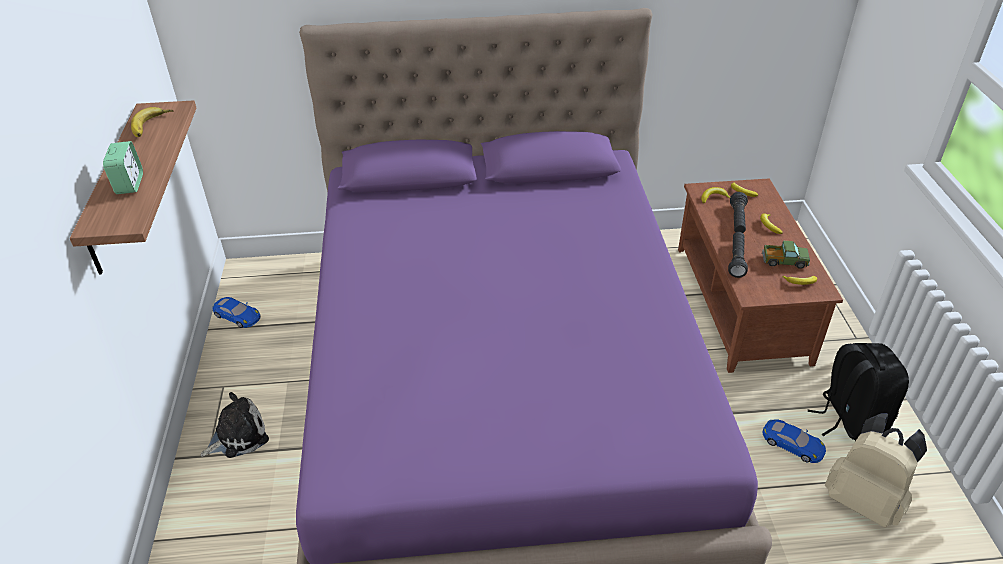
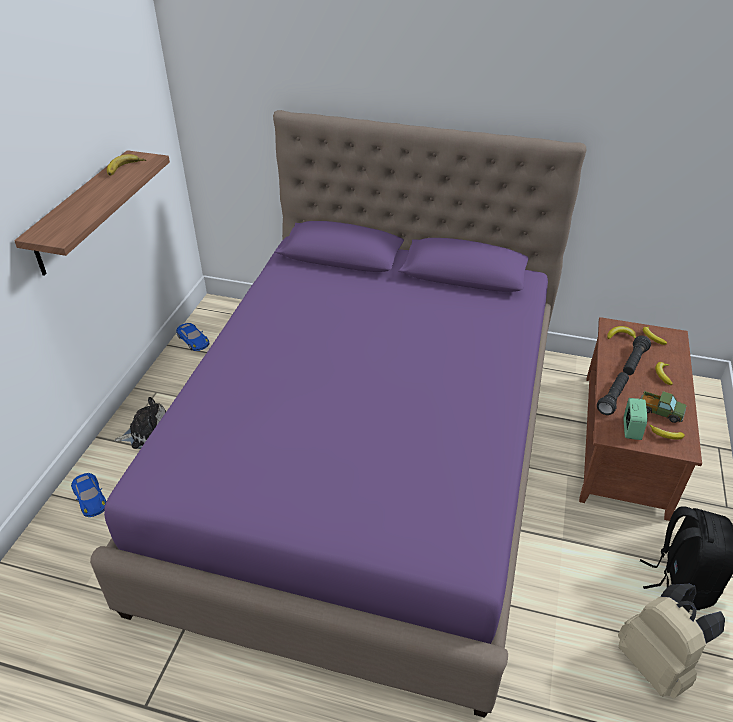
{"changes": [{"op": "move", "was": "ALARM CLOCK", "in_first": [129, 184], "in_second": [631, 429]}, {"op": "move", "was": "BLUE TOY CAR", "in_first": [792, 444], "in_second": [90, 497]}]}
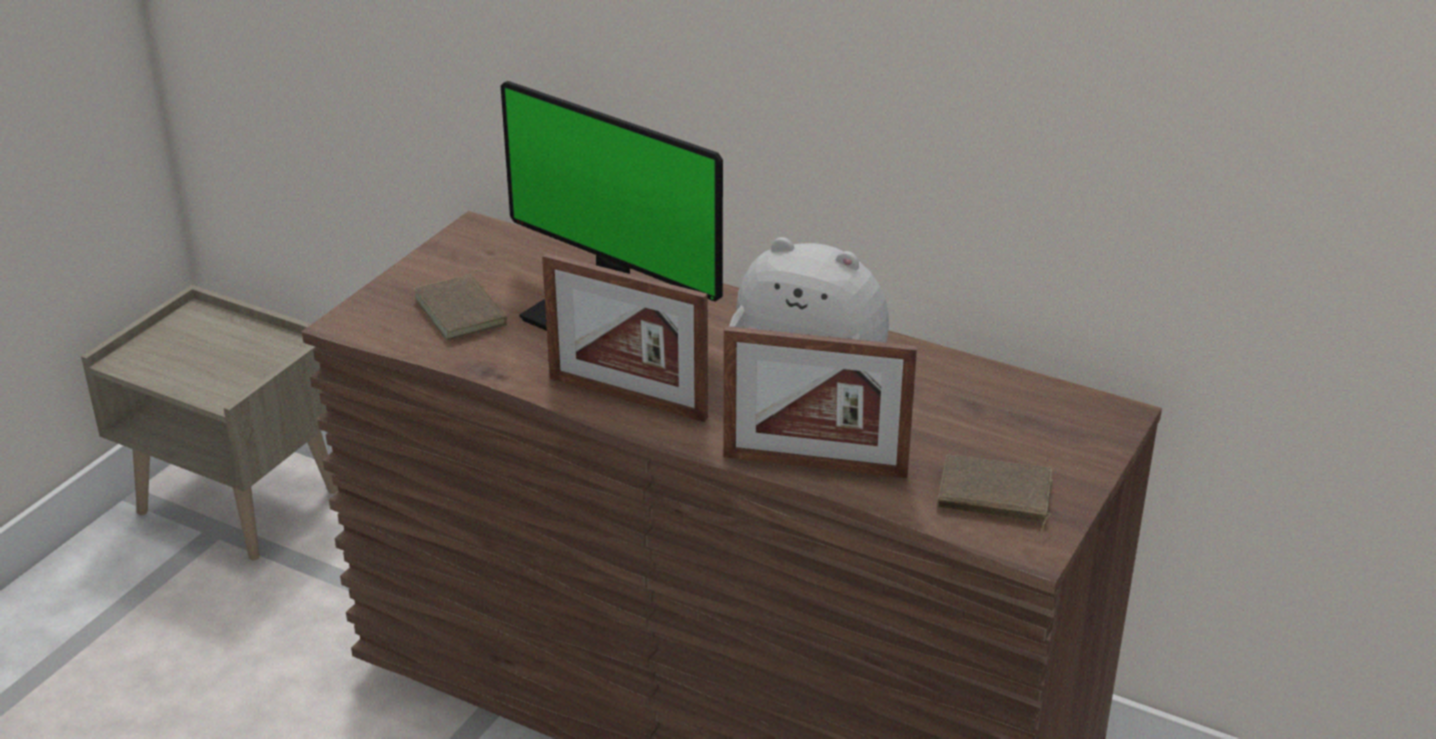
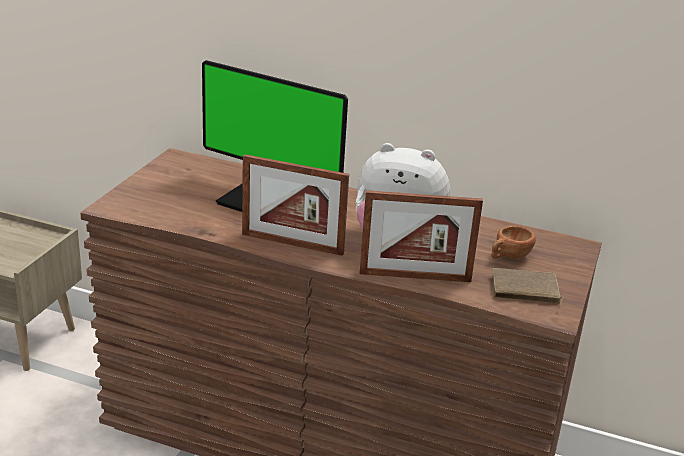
{"changes": [{"op": "delete", "was": "BROWNISH BOUND BOOK", "in_first": [464, 312]}, {"op": "insert", "now": "BROWNISH SMALL CUP", "in_second": [509, 257]}]}
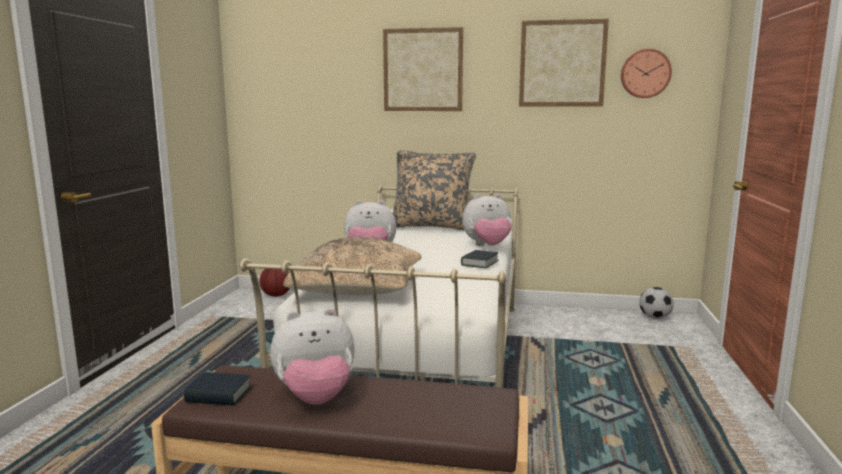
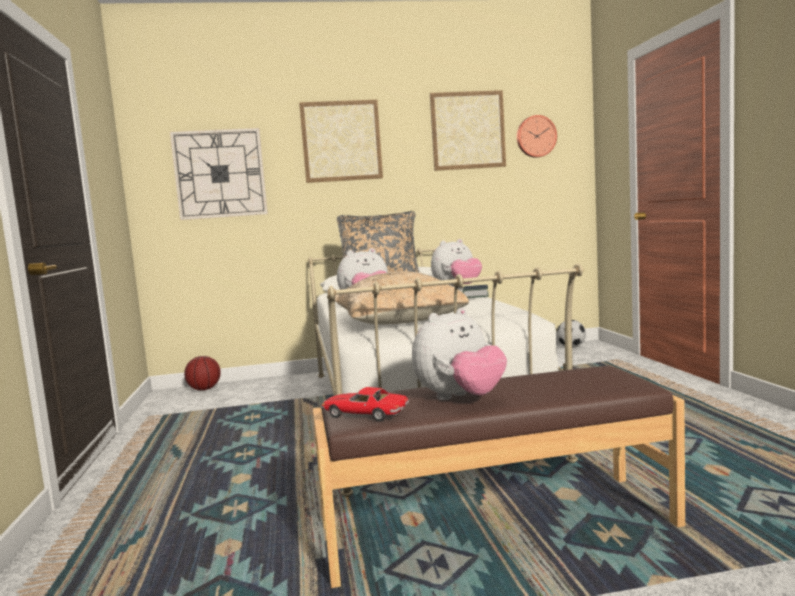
{"changes": [{"op": "replace", "was": "BOUND BOOK", "now": "TOY CAR", "in_first": [218, 395], "in_second": [364, 414]}, {"op": "insert", "now": "HANGING CLOCK", "in_second": [220, 174]}]}
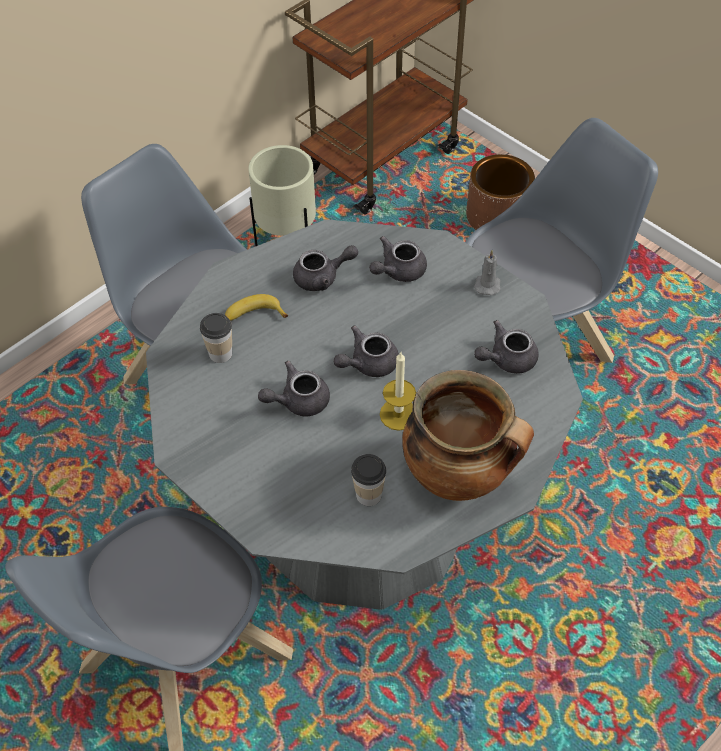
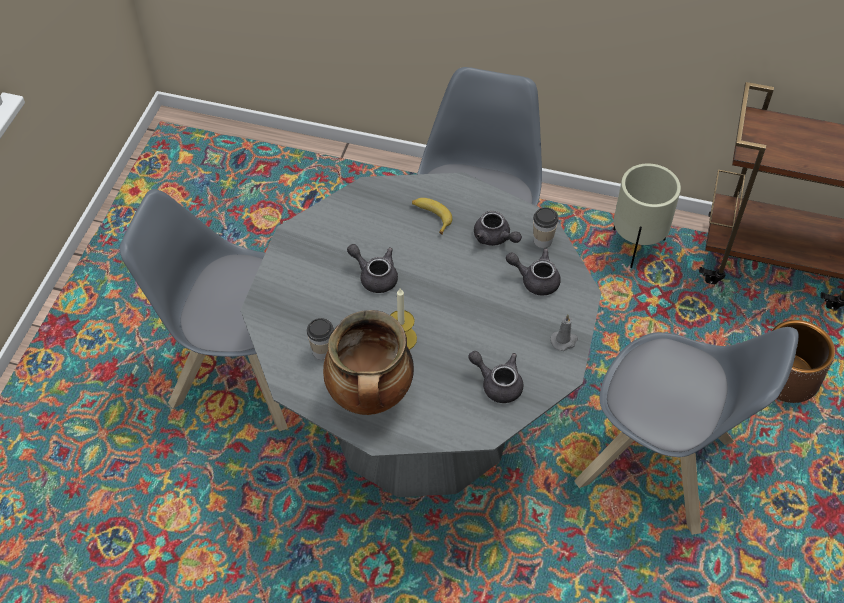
{"changes": [{"op": "move", "was": "SMALL CUP", "in_first": [220, 353], "in_second": [542, 240]}, {"op": "delete", "was": "GREYISH POT FOR TEA", "in_first": [368, 364]}]}
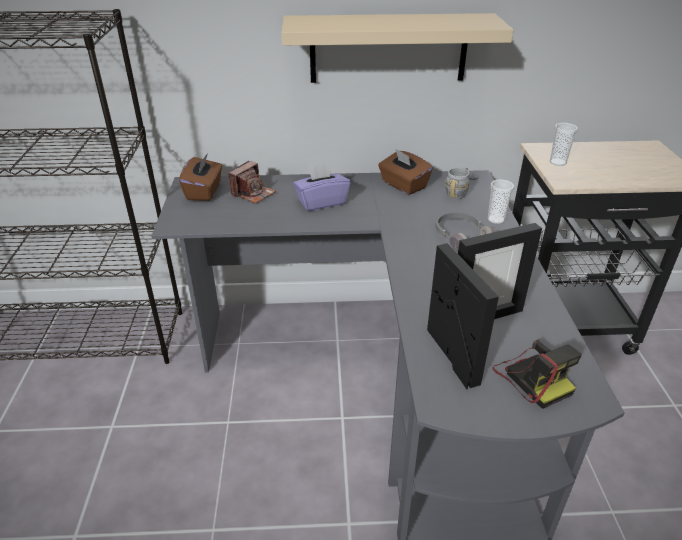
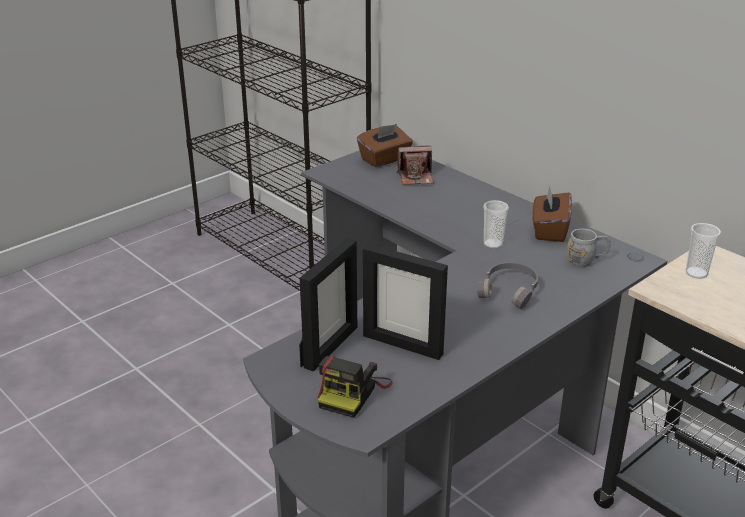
{"changes": [{"op": "delete", "was": "BEIGE-COLOURED SHELF", "in_first": [388, 48]}, {"op": "delete", "was": "PURPLISH BOX OF TISSUES", "in_first": [321, 202]}, {"op": "move", "was": "SMALL CUP", "in_first": [496, 219], "in_second": [493, 244]}]}
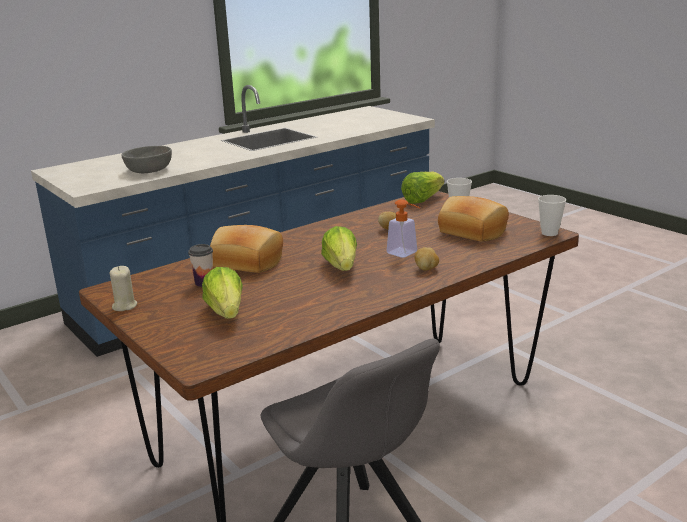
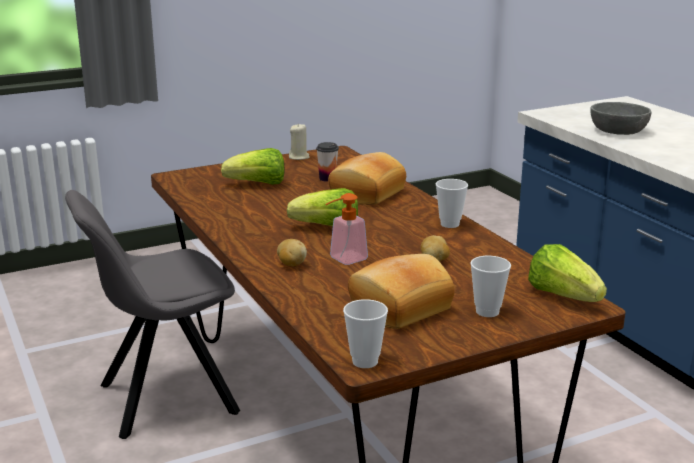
{"changes": [{"op": "insert", "now": "SMALL CUP", "in_second": [450, 224]}]}
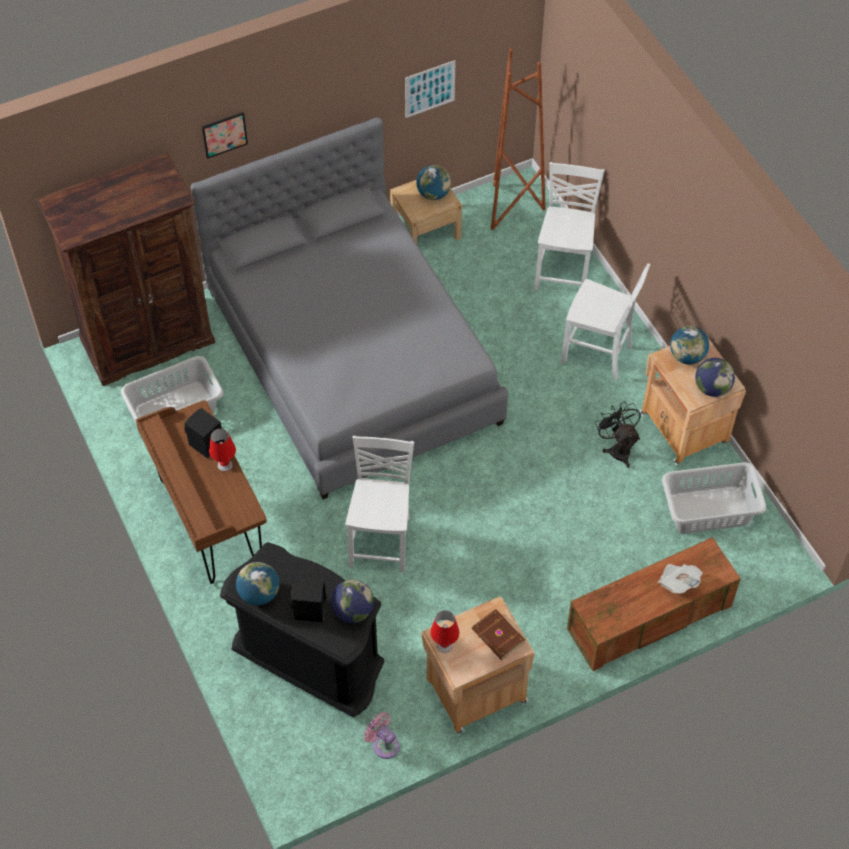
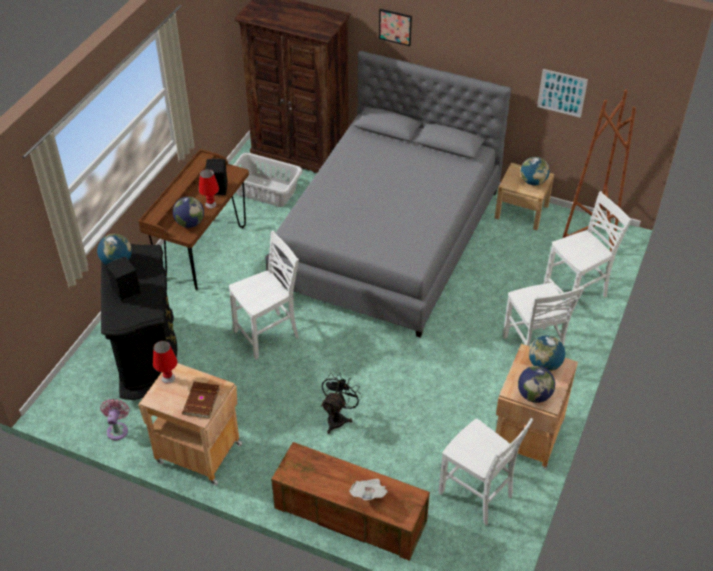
{"changes": [{"op": "move", "was": "BLACKISH ELECTRIC FAN", "in_first": [618, 448], "in_second": [338, 417]}, {"op": "replace", "was": "GREYISH HAMPER", "now": "WHITISH CHAIR", "in_first": [709, 510], "in_second": [477, 495]}, {"op": "move", "was": "GLOBE", "in_first": [353, 611], "in_second": [190, 223]}]}
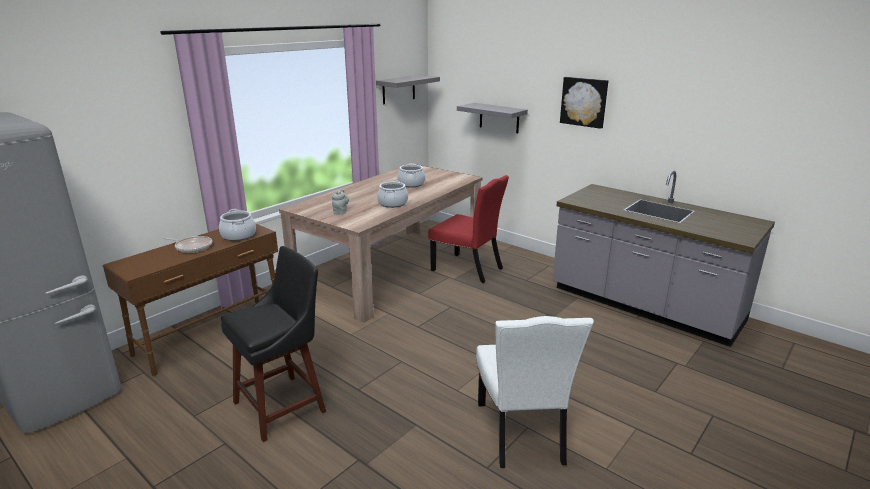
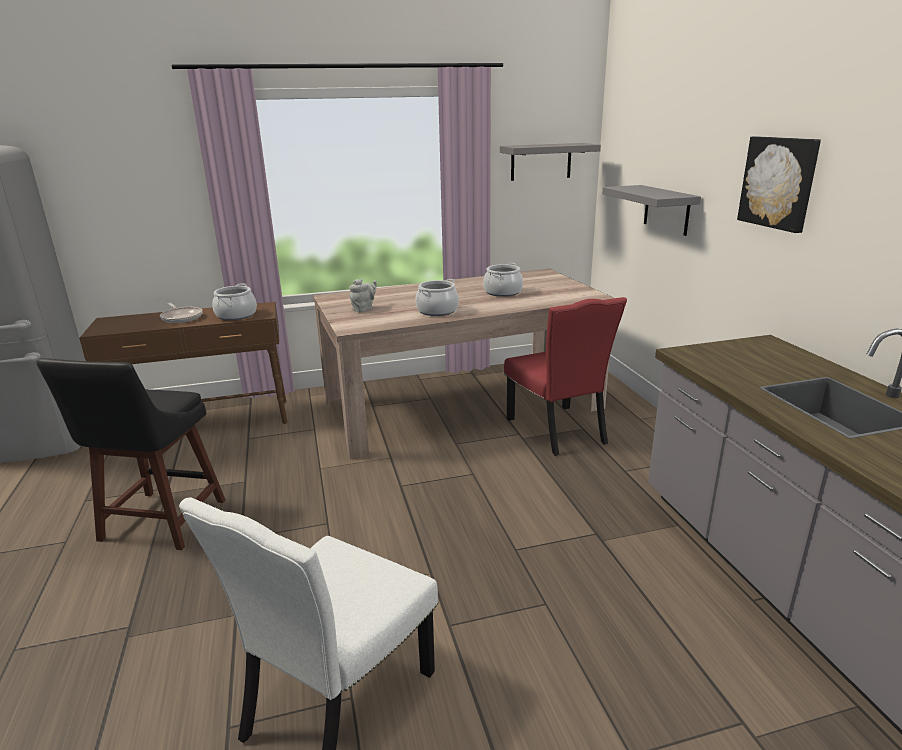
{"changes": [{"op": "rotate", "was": "BLACKISH CHAIR", "in_first": [284, 404], "in_second": [159, 523], "clockwise": 105}]}
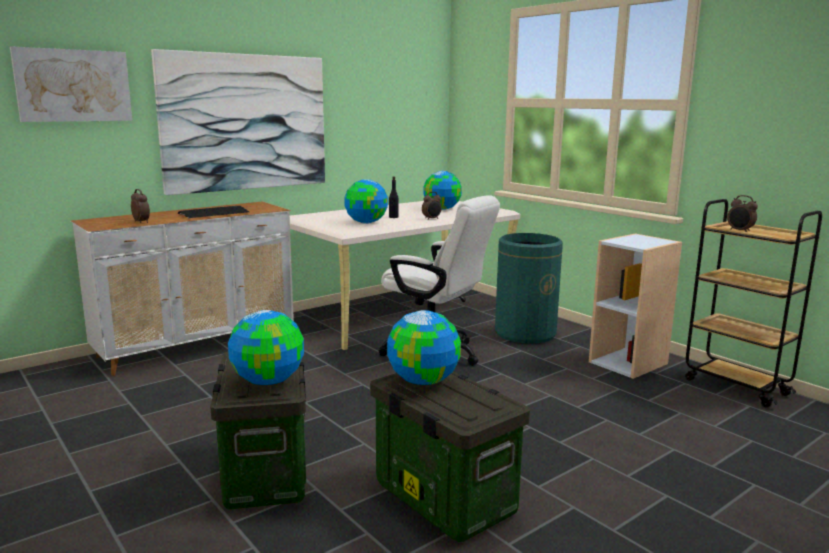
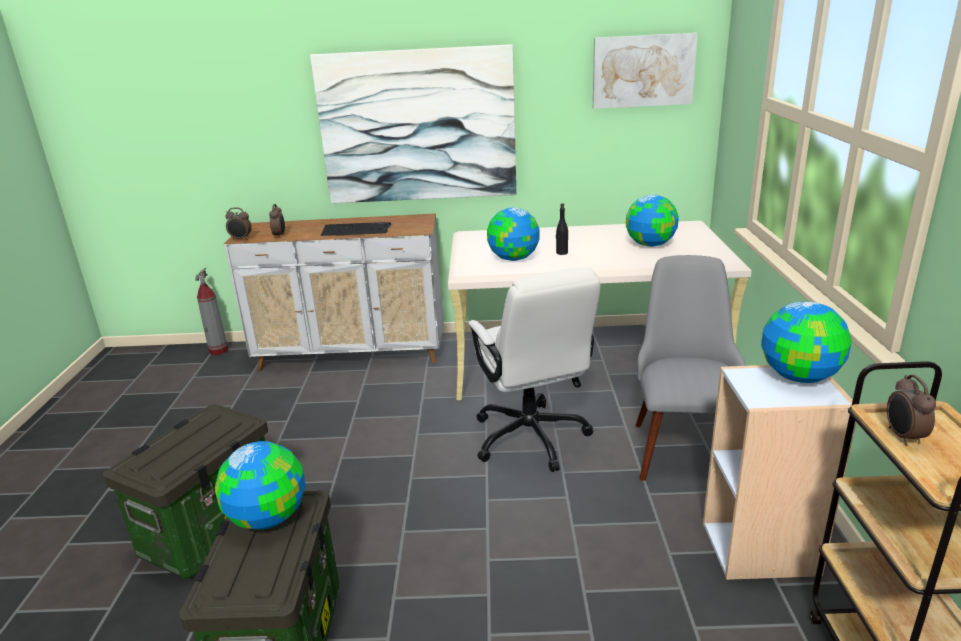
{"changes": [{"op": "move", "was": "PICTURE", "in_first": [73, 85], "in_second": [643, 71]}, {"op": "move", "was": "ALARM CLOCK", "in_first": [431, 219], "in_second": [241, 239]}, {"op": "replace", "was": "GREEN WASTE BIN", "now": "GREYISH CHAIR", "in_first": [525, 333], "in_second": [684, 442]}, {"op": "move", "was": "GLOBE", "in_first": [269, 381], "in_second": [800, 376]}, {"op": "insert", "now": "EXTINGUISHER", "in_second": [218, 351]}]}
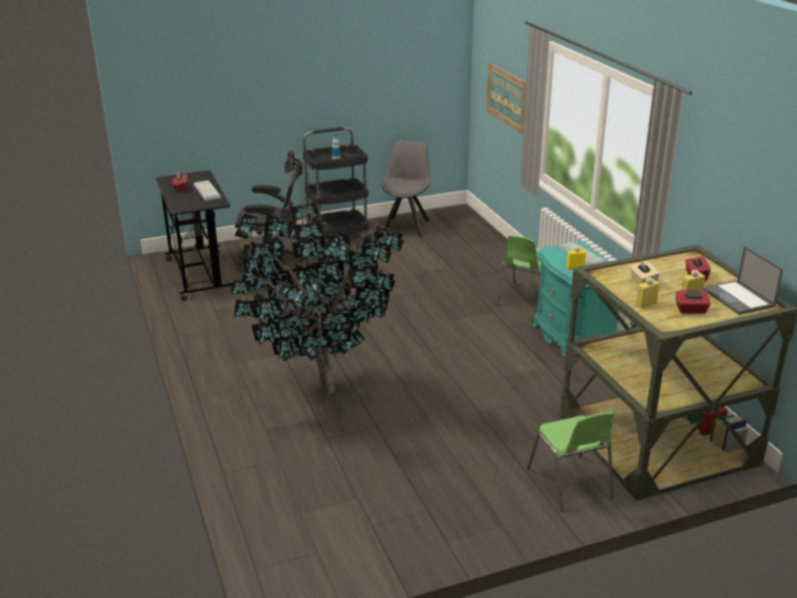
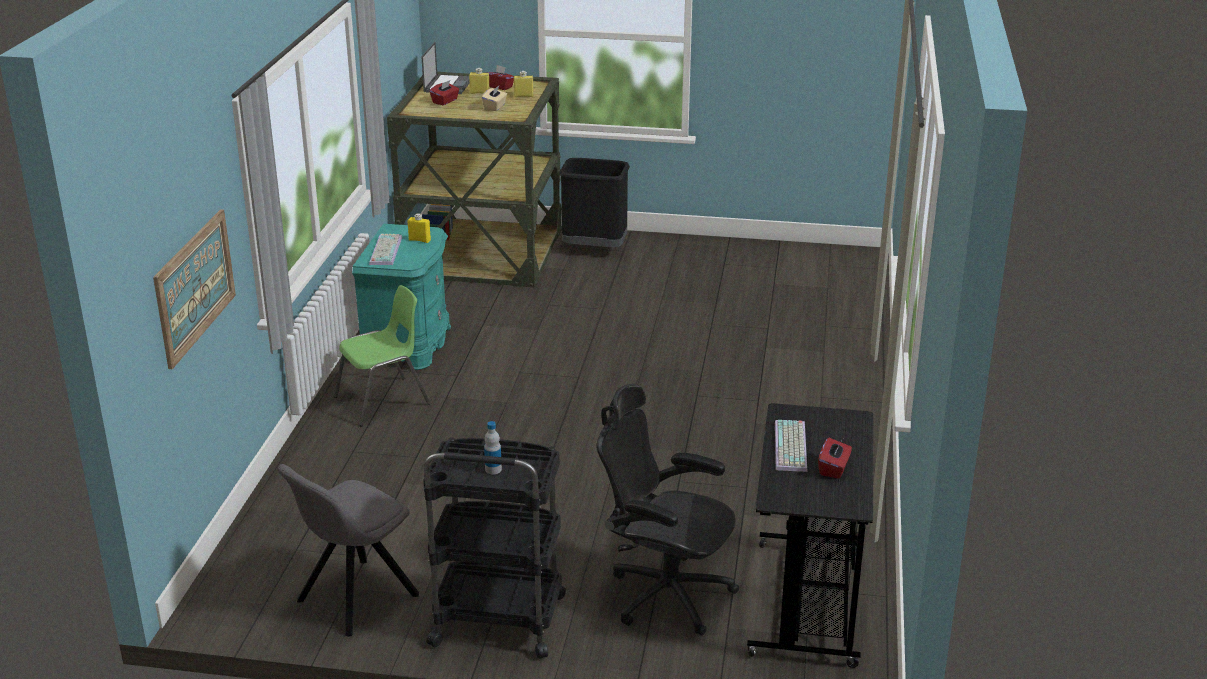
{"changes": [{"op": "delete", "was": "HOUSEPLANT", "in_first": [321, 398]}, {"op": "replace", "was": "GREEN CHAIR", "now": "BLACKISH WASTE BIN", "in_first": [570, 484], "in_second": [595, 249]}]}
